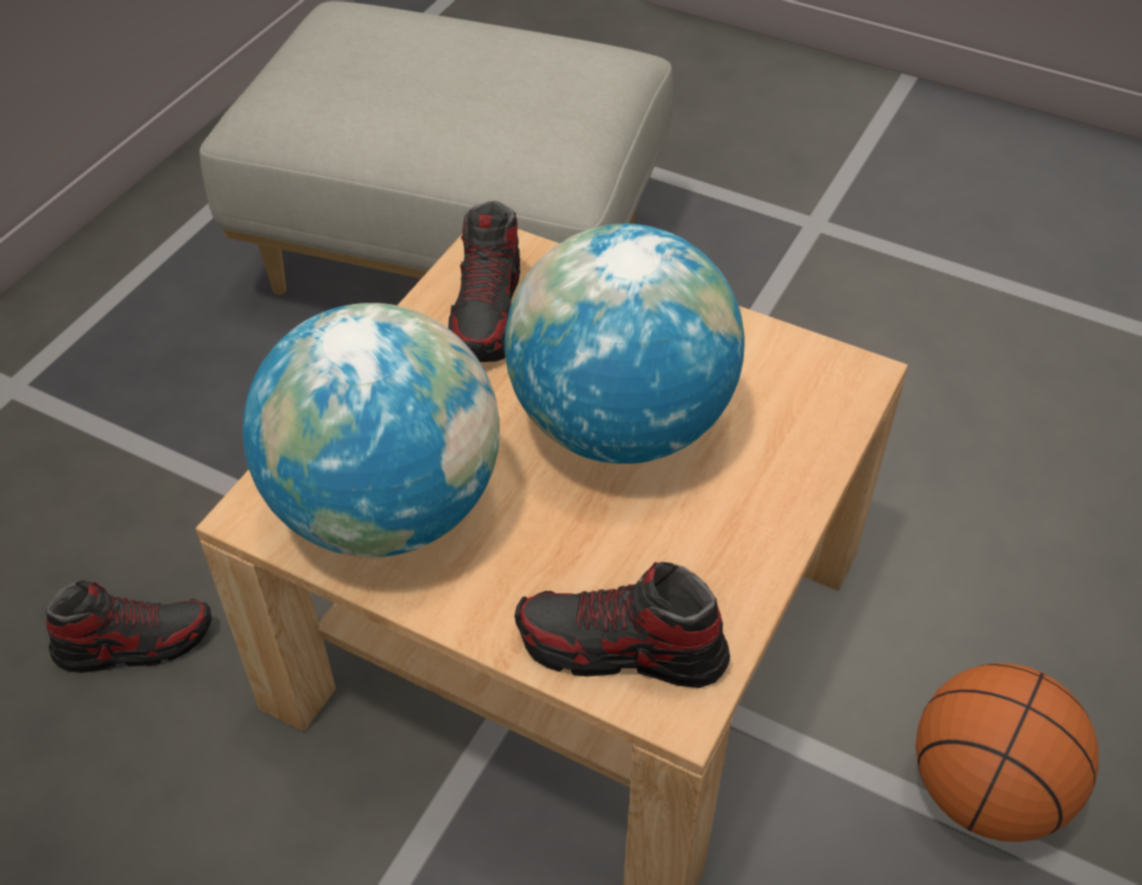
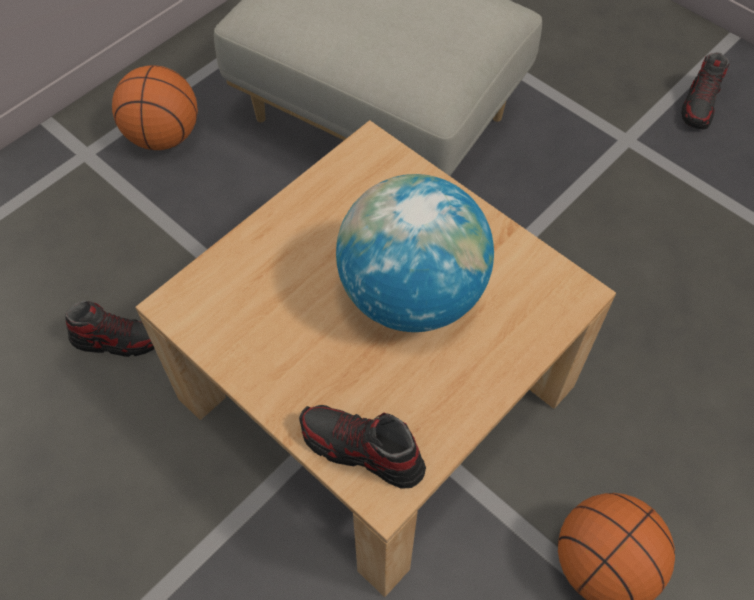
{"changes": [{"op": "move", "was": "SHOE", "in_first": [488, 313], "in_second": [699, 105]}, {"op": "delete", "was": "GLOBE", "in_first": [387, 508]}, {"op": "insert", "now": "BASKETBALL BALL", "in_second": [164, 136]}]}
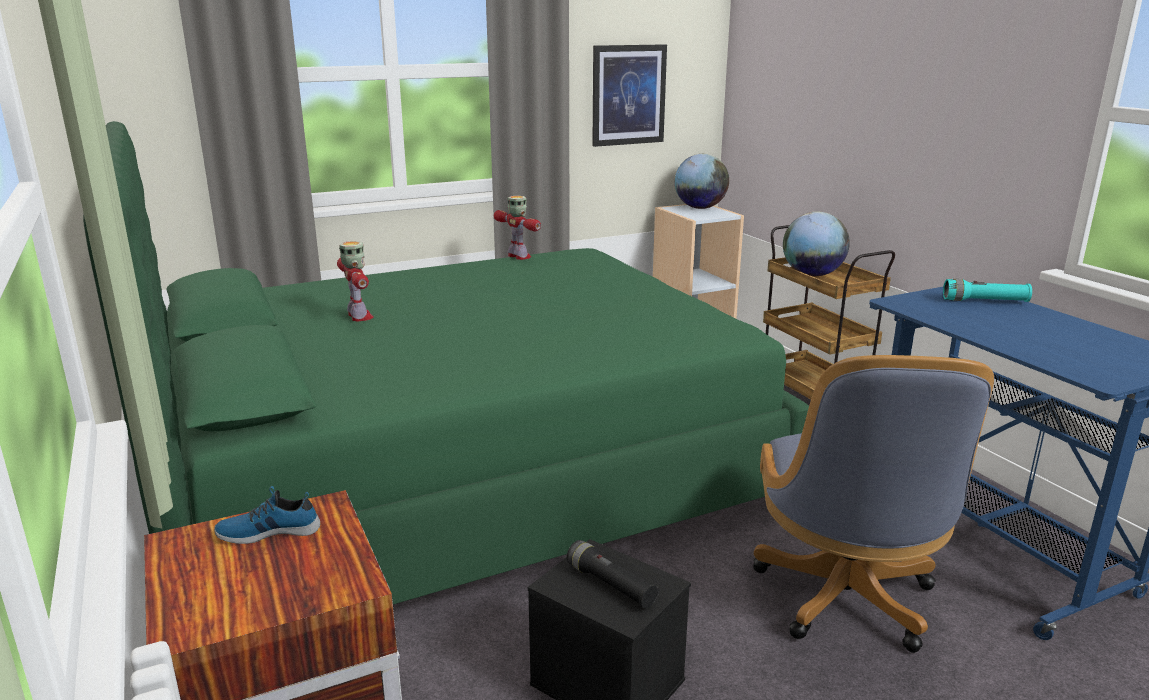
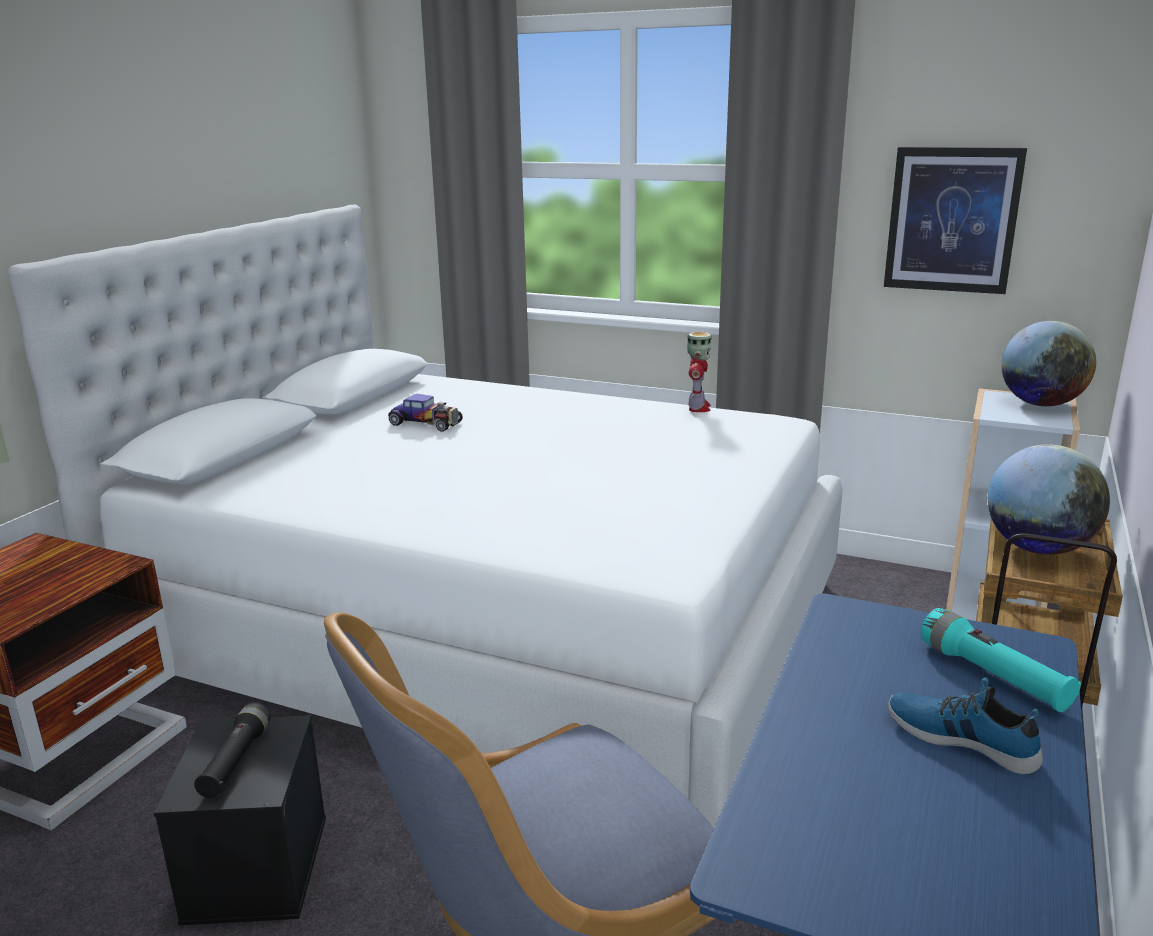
{"changes": [{"op": "recolor", "was": "GREEN BED", "now": "WHITISH BED", "in_first": [460, 478], "in_second": [493, 626]}, {"op": "replace", "was": "TOY ROBOT", "now": "TOY CAR", "in_first": [359, 317], "in_second": [426, 423]}, {"op": "move", "was": "SHOE", "in_first": [269, 531], "in_second": [962, 738]}]}
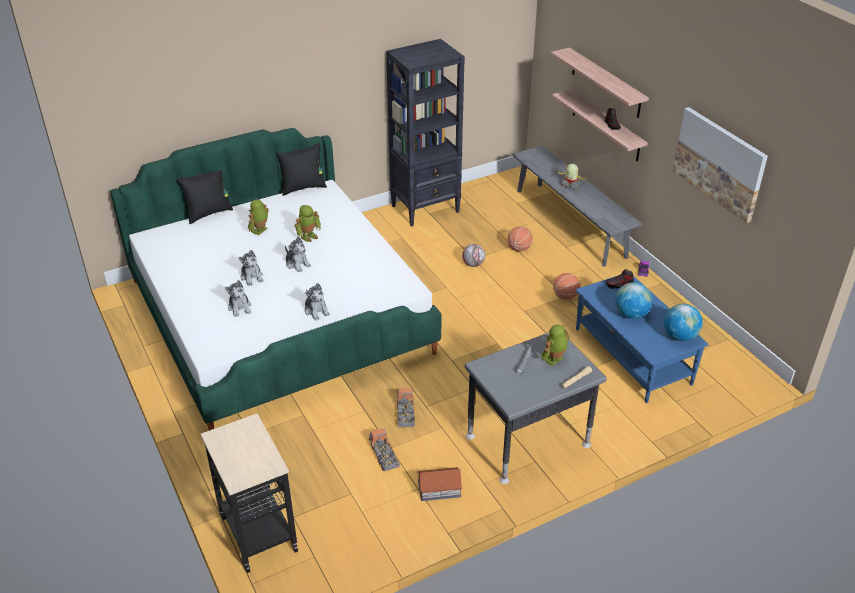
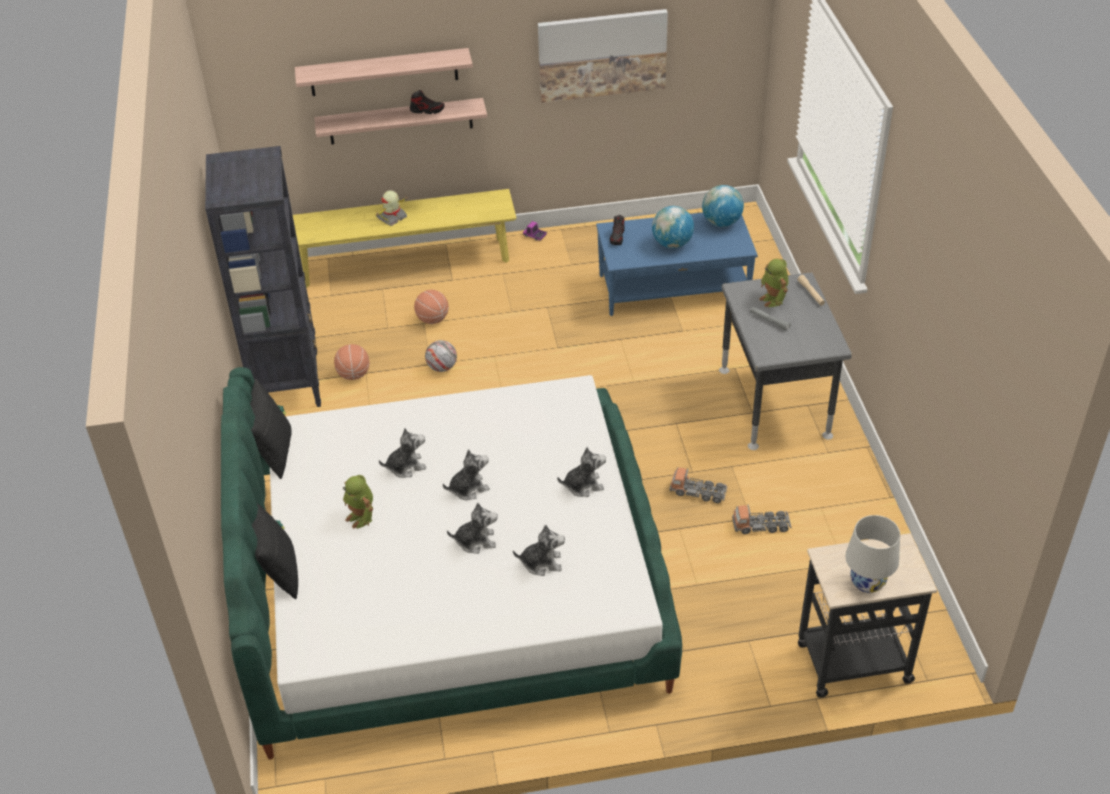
{"changes": [{"op": "recolor", "was": "GREYISH BENCH", "now": "YELLOW-COLOURED BENCH", "in_first": [570, 223], "in_second": [405, 262]}, {"op": "replace", "was": "TOY ROBOT", "now": "CUDDLY TOY", "in_first": [308, 236], "in_second": [406, 466]}, {"op": "move", "was": "BASKETBALL BALL", "in_first": [565, 296], "in_second": [353, 374]}, {"op": "delete", "was": "MINIATURE HOUSE", "in_first": [439, 489]}, {"op": "insert", "now": "WHITISH LAMP FOR A TABLE", "in_second": [867, 582]}]}
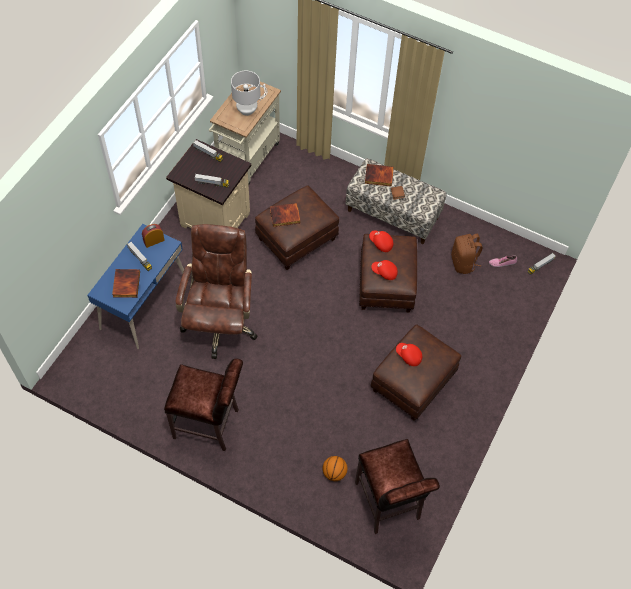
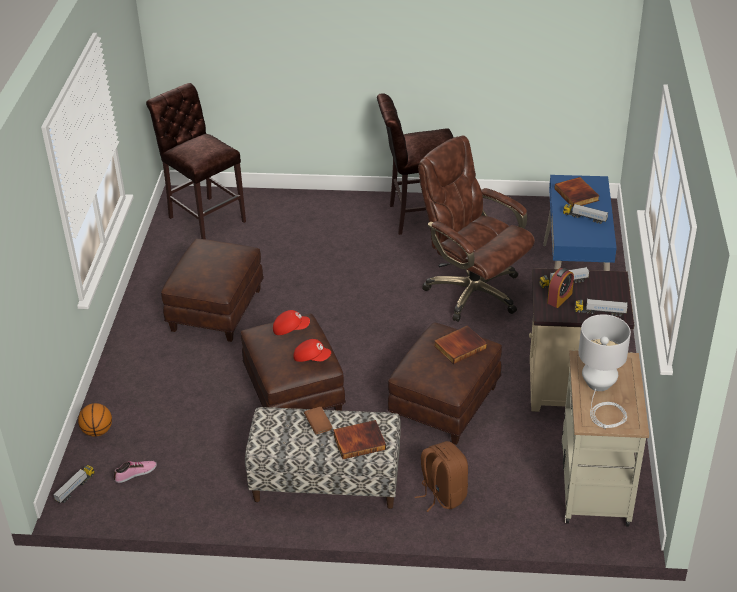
{"changes": [{"op": "move", "was": "ALARM CLOCK", "in_first": [154, 241], "in_second": [559, 298]}, {"op": "rotate", "was": "BROWNISH OFFICE CHAIR", "in_first": [220, 323], "in_second": [473, 291], "clockwise": 150}, {"op": "move", "was": "BROWNISH KNAPSACK", "in_first": [463, 263], "in_second": [442, 494]}, {"op": "delete", "was": "RED-COLOURED BASEBALL CAP", "in_first": [408, 356]}, {"op": "move", "was": "BASKETBALL BALL", "in_first": [334, 473], "in_second": [98, 431]}]}
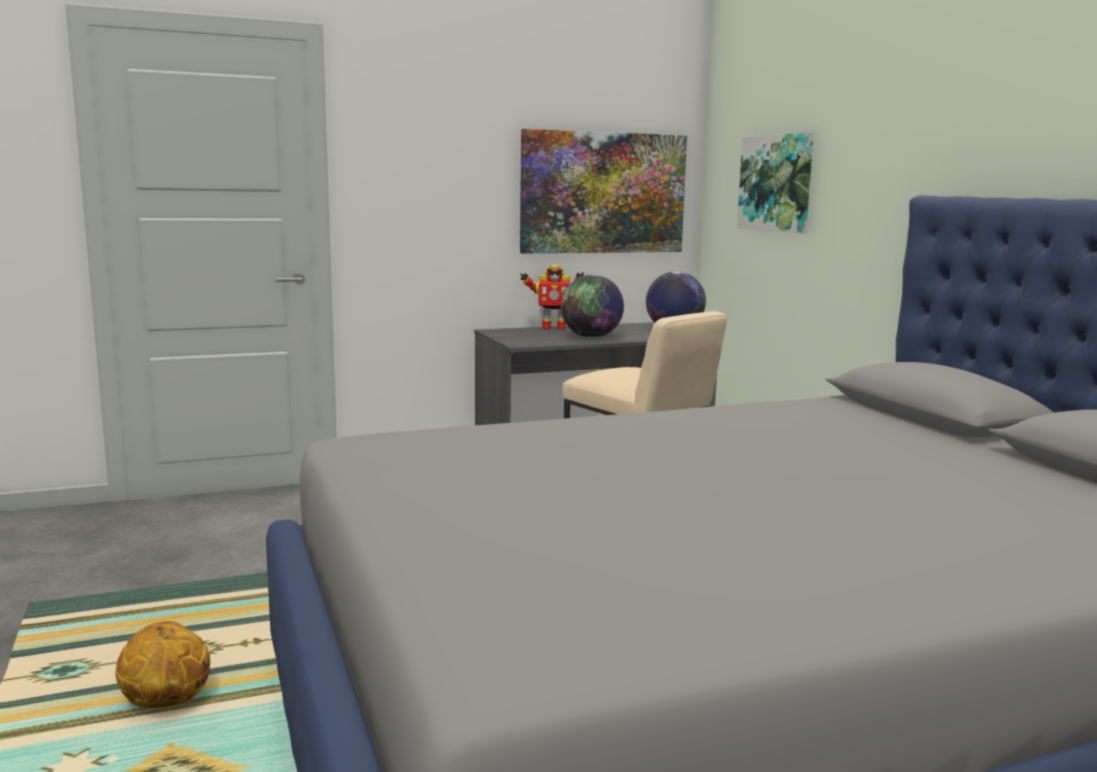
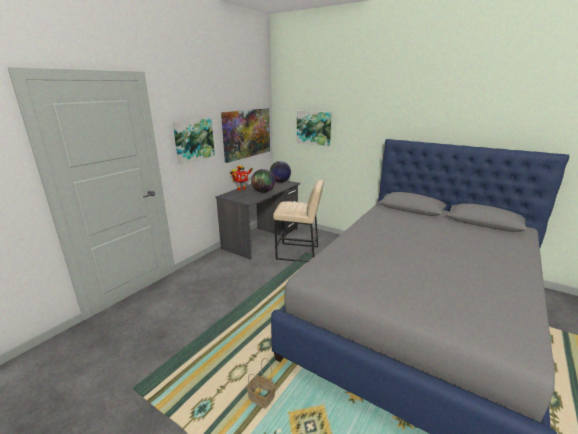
{"changes": [{"op": "replace", "was": "BASKETBALL BALL", "now": "HOUSEHOLD BASKET", "in_first": [165, 703], "in_second": [260, 398]}, {"op": "insert", "now": "PICTURE", "in_second": [193, 140]}]}
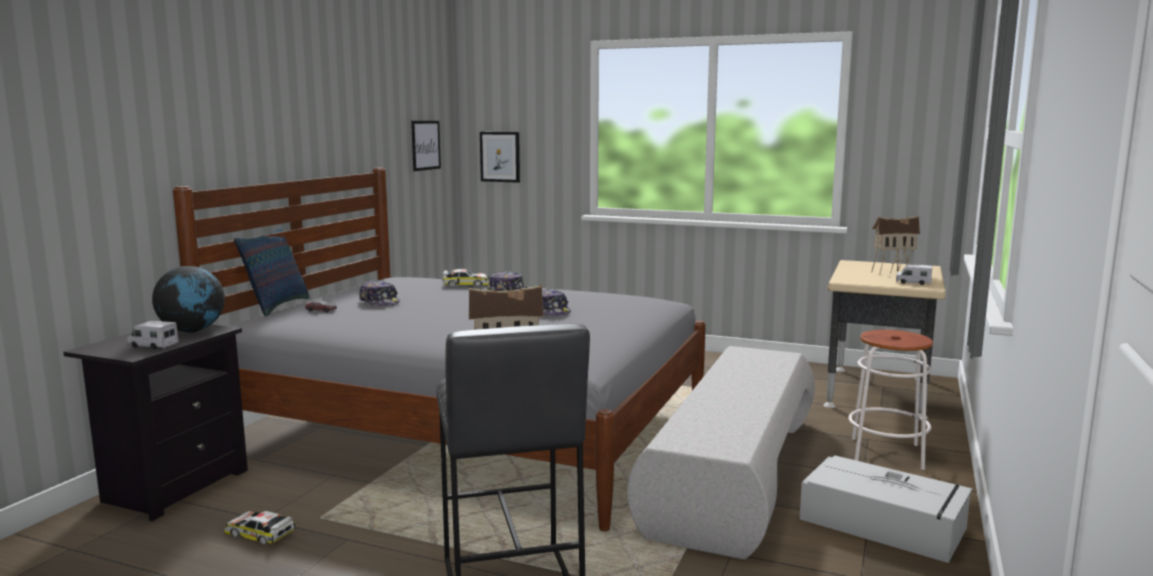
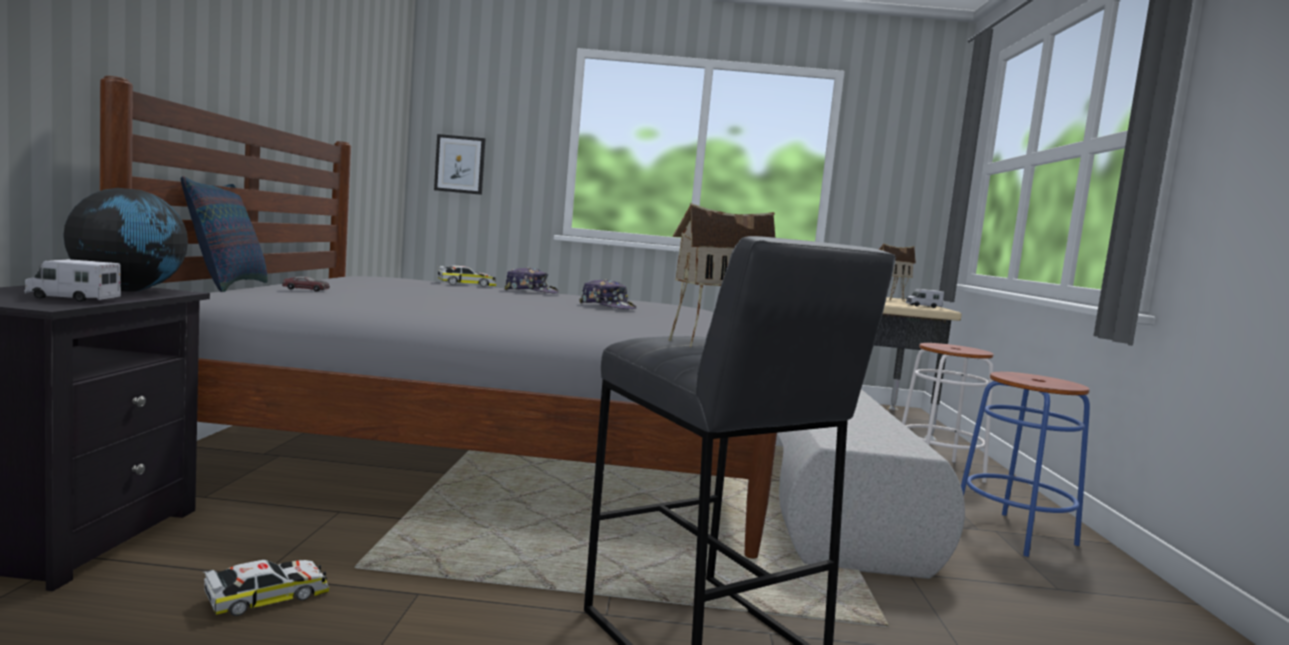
{"changes": [{"op": "delete", "was": "PICTURE", "in_first": [425, 145]}, {"op": "delete", "was": "BASEBALL CAP", "in_first": [380, 302]}, {"op": "replace", "was": "GREYISH STORAGE CONTAINER", "now": "BLUE STOOL", "in_first": [884, 524], "in_second": [1014, 533]}, {"op": "rotate", "was": "TOY CAR", "in_first": [259, 534], "in_second": [267, 597], "clockwise": 135}]}
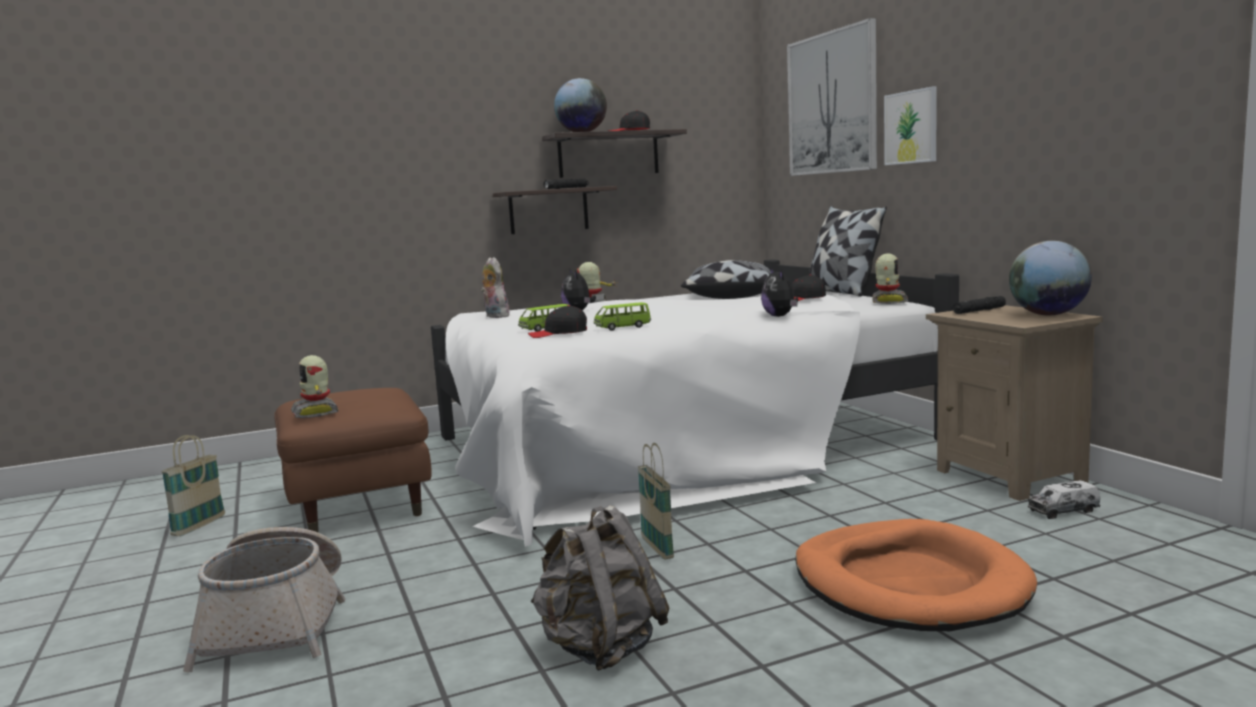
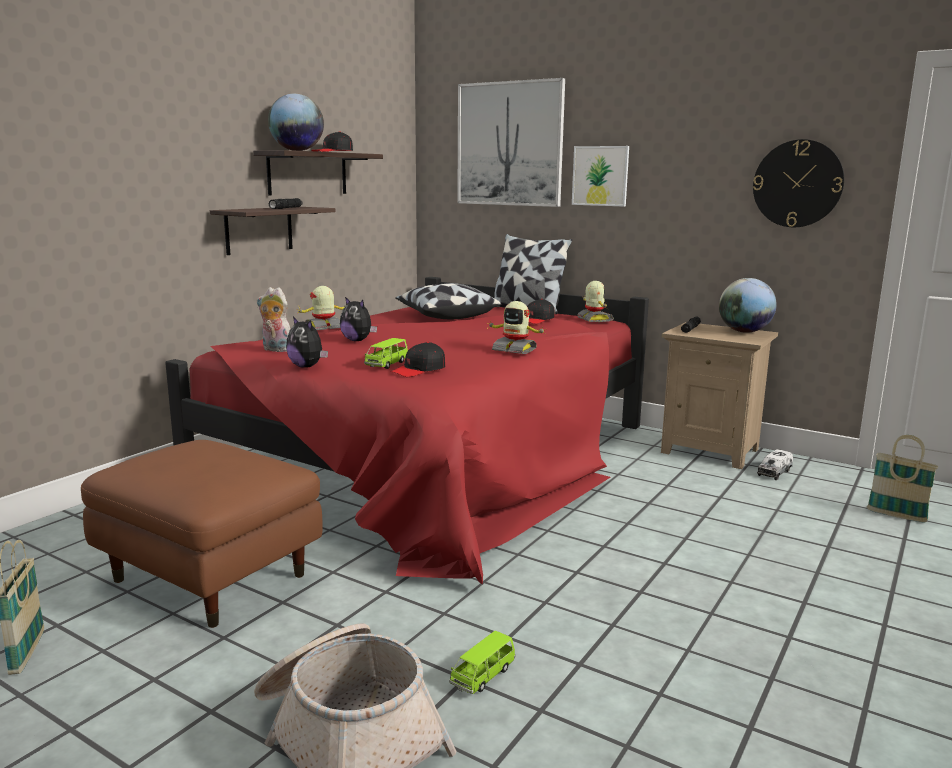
{"changes": [{"op": "recolor", "was": "WHITISH BED", "now": "RED-COLOURED BED", "in_first": [676, 445], "in_second": [438, 457]}, {"op": "move", "was": "CUDDLY TOY", "in_first": [780, 316], "in_second": [307, 366]}, {"op": "move", "was": "GREEN TOY CAR", "in_first": [622, 327], "in_second": [483, 676]}, {"op": "move", "was": "TOY ROBOT", "in_first": [316, 412], "in_second": [515, 350]}, {"op": "move", "was": "HOUSEHOLD BASKET", "in_first": [657, 548], "in_second": [896, 516]}, {"op": "delete", "was": "GREYISH KNAPSACK", "in_first": [600, 648]}, {"op": "delete", "was": "ORANGEY DOG BED", "in_first": [909, 584]}, {"op": "insert", "now": "HANGING CLOCK", "in_second": [797, 184]}]}
